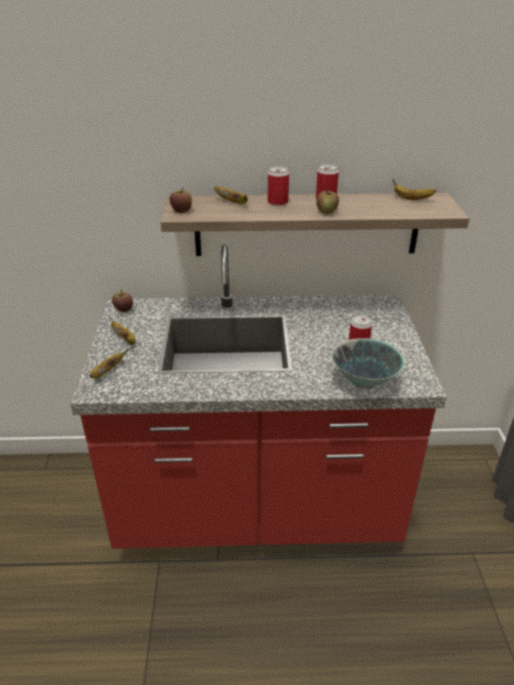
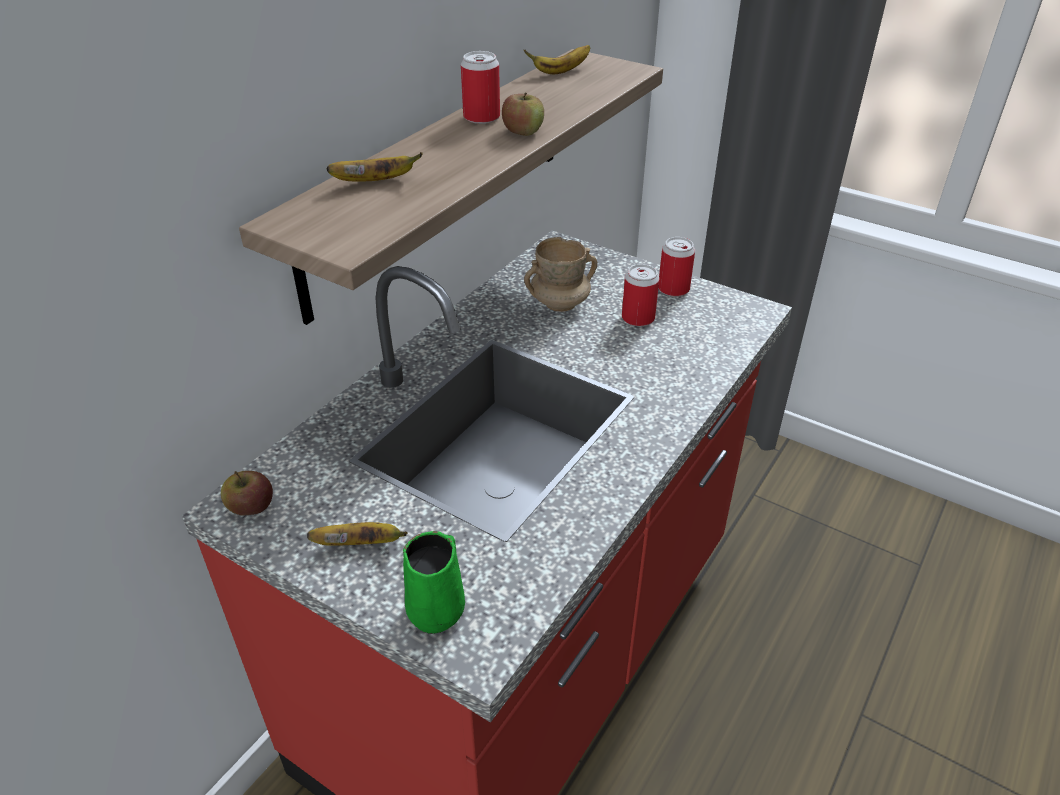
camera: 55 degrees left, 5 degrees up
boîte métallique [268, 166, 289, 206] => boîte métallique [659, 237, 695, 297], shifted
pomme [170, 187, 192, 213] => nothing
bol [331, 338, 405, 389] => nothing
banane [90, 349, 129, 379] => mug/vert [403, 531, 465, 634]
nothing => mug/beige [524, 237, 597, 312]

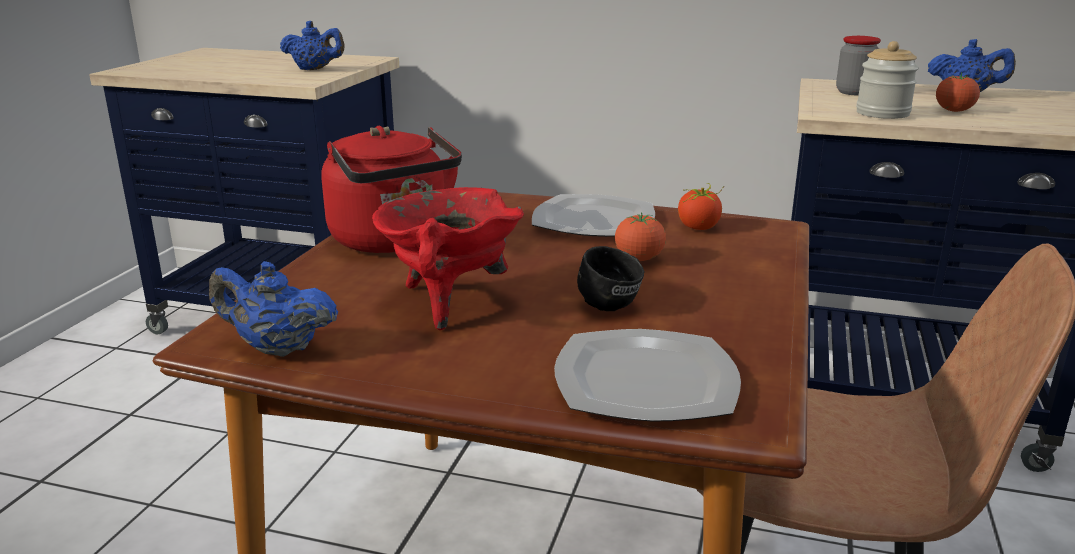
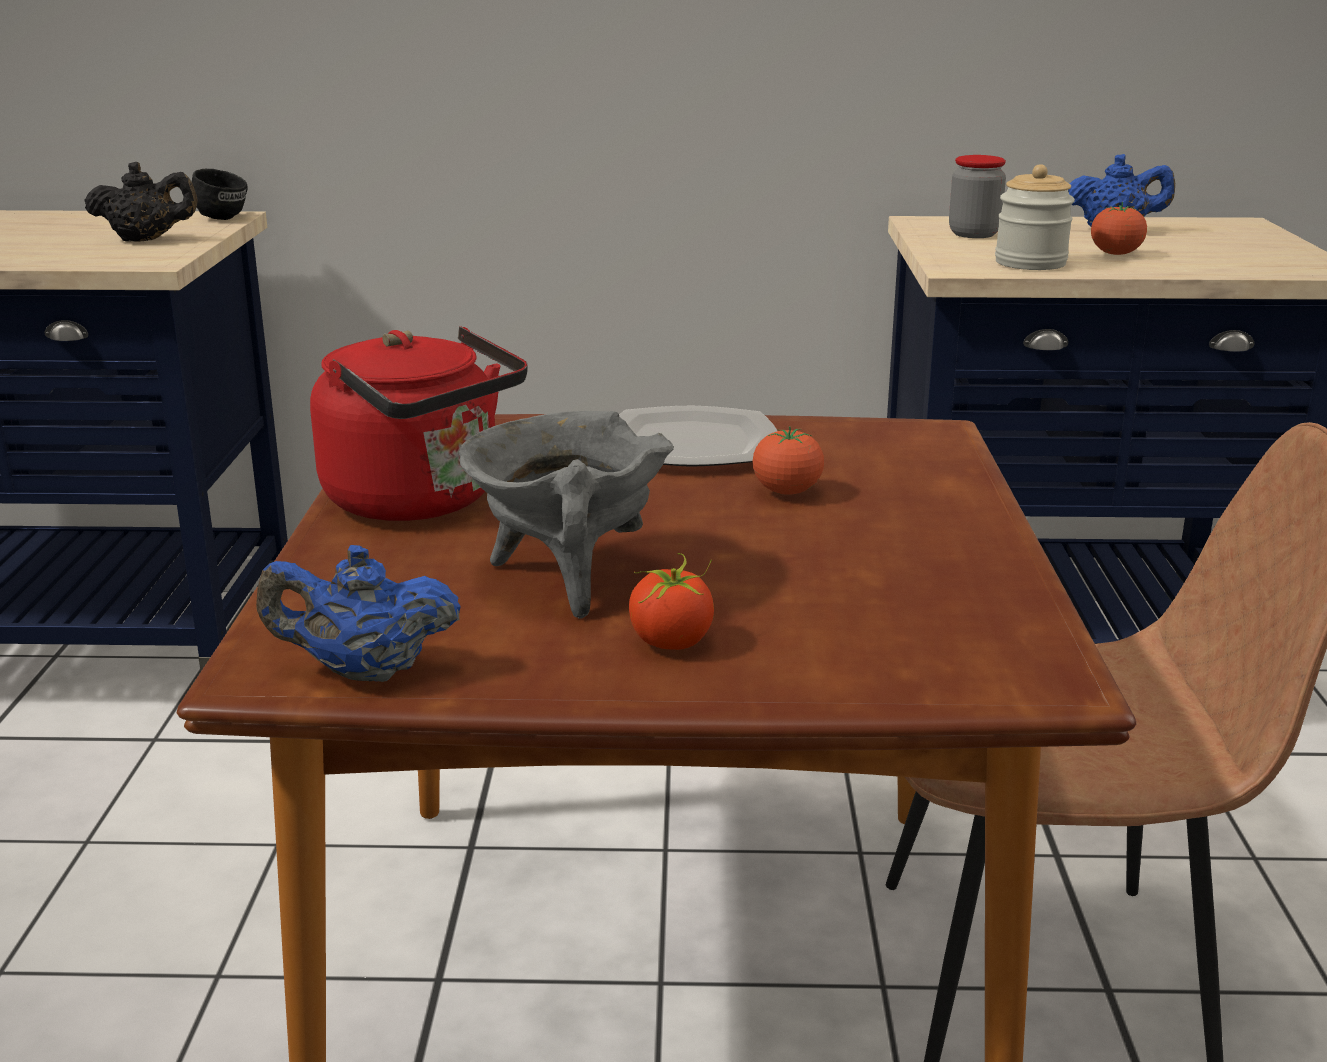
camera: 15 degrees left, 0 degrees up
théière/bleu [280, 21, 345, 70] => théière/noir [84, 162, 198, 242]
tomate [678, 183, 724, 230] => tomate [629, 553, 714, 650], shifted
marmite/rouge [372, 187, 524, 330] => marmite/gris [459, 411, 674, 619]
mug/noir [577, 246, 644, 311] => mug/noir [192, 169, 248, 220], shifted
assiette [554, 329, 741, 422] => nothing

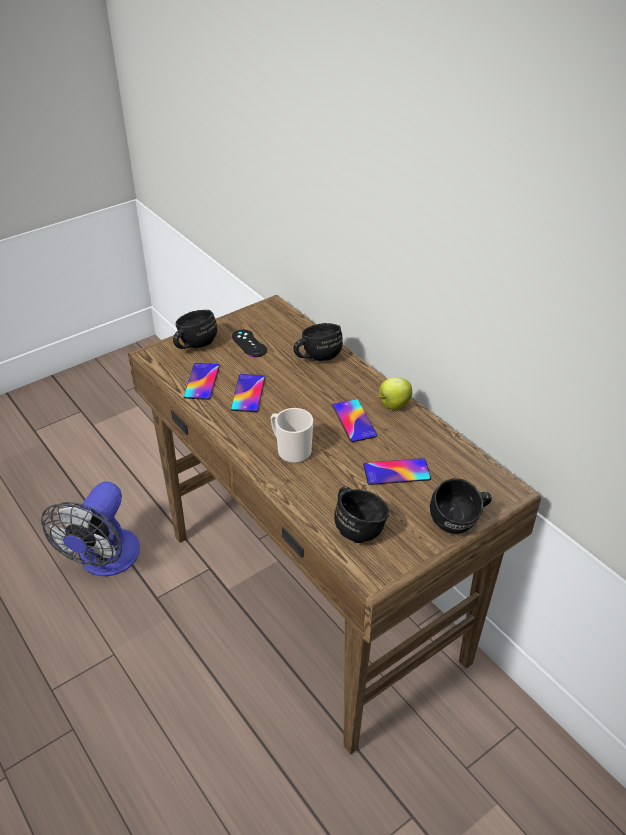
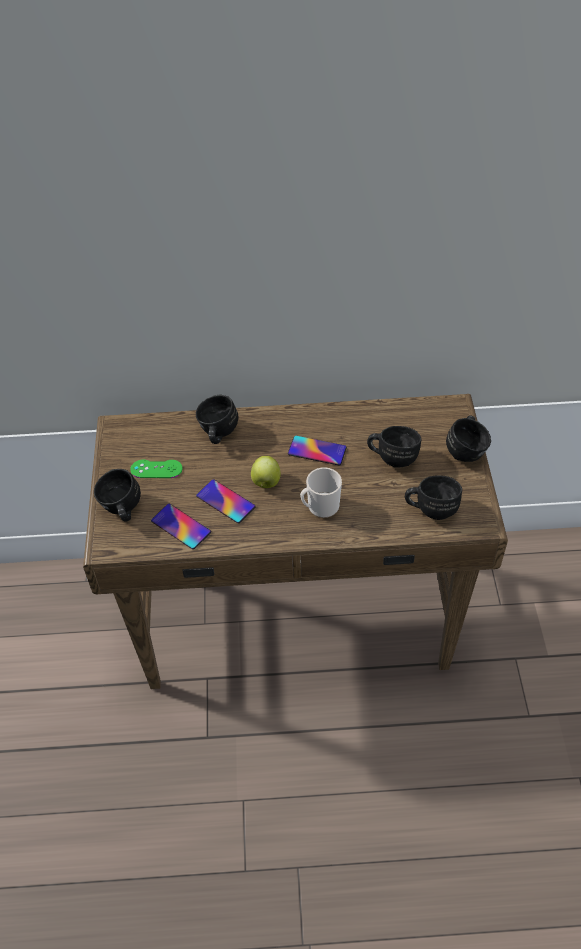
camera: 55 degrees left, 10 degrees up
manette/noir [232, 329, 267, 357] => manette/vert [130, 459, 182, 478]
pomme [378, 377, 412, 409] => pomme [251, 456, 281, 488], shifted
téléphone [364, 458, 431, 485] => mug/noir [367, 426, 422, 468]
ventilateur [41, 481, 140, 577] => nothing

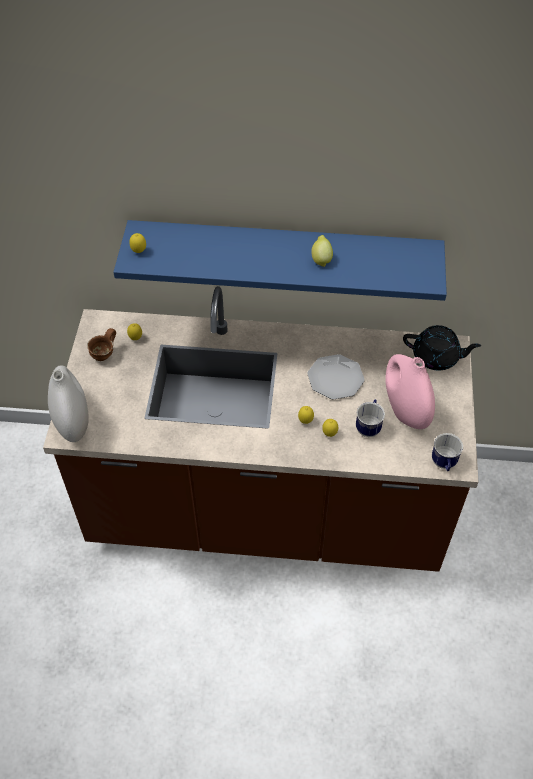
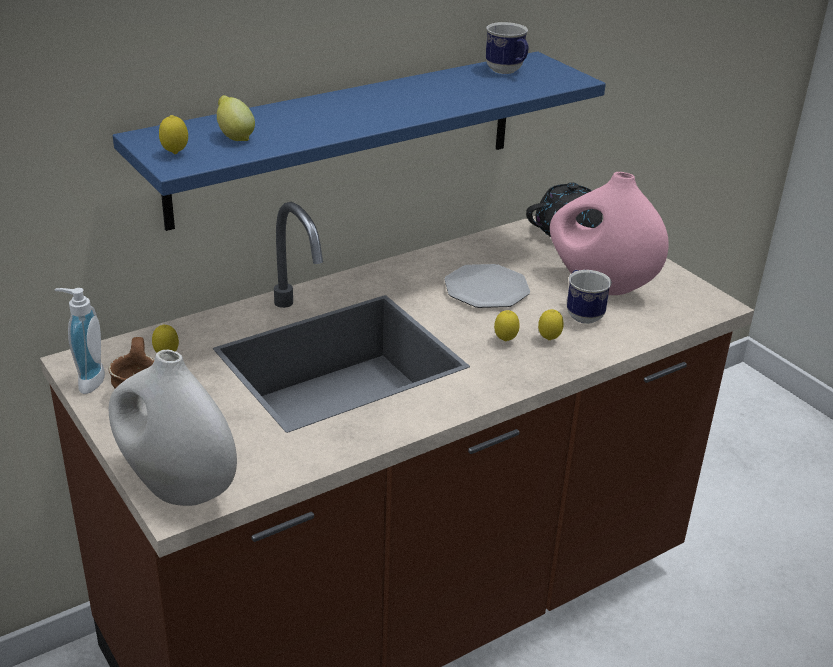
camera: 40 degrees left, 20 degrees down
citron [311, 235, 333, 267] => citron [217, 95, 255, 141], shifted
mug [432, 433, 463, 471] => mug [486, 22, 529, 74], shifted
nothing => distributeur de savon [55, 288, 105, 394]

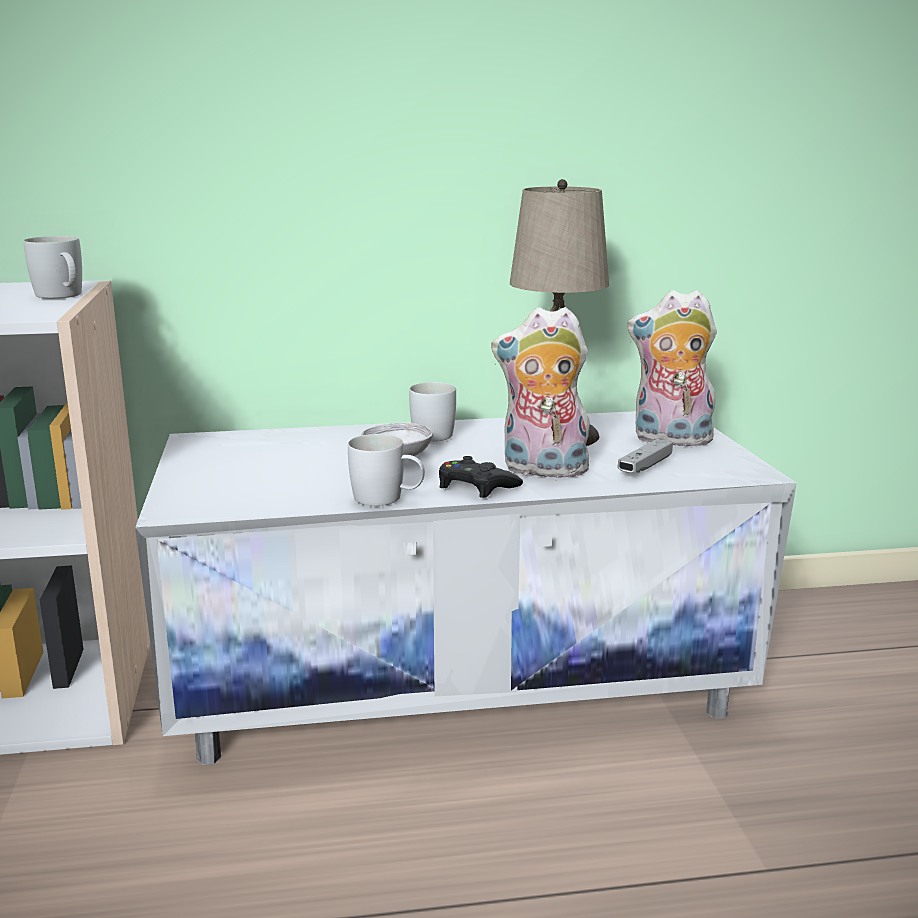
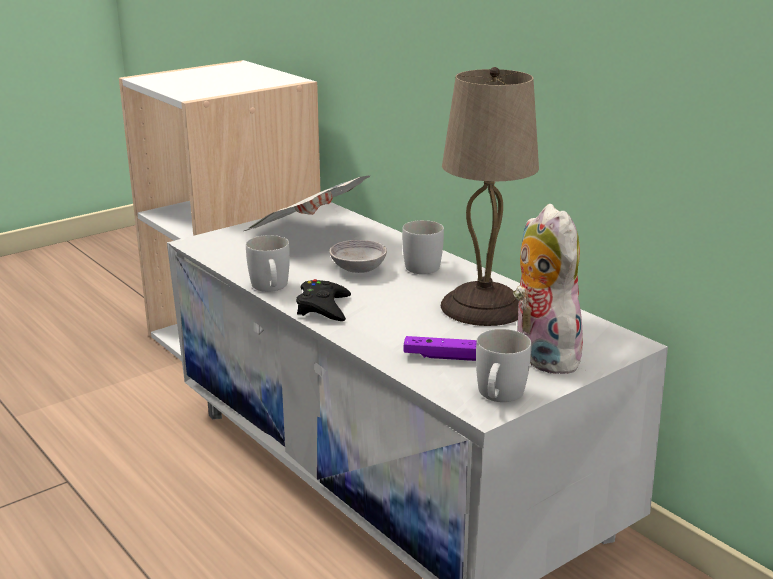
camera: 60 degrees right, 5 degrees up
mug/blanc [23, 236, 82, 299] => mug/blanc [476, 329, 531, 402], shifted
peluche [491, 307, 591, 479] => nothing
manette/gris [617, 439, 673, 473] => manette/violet [404, 336, 477, 361]
nothing => journal [244, 176, 370, 231]

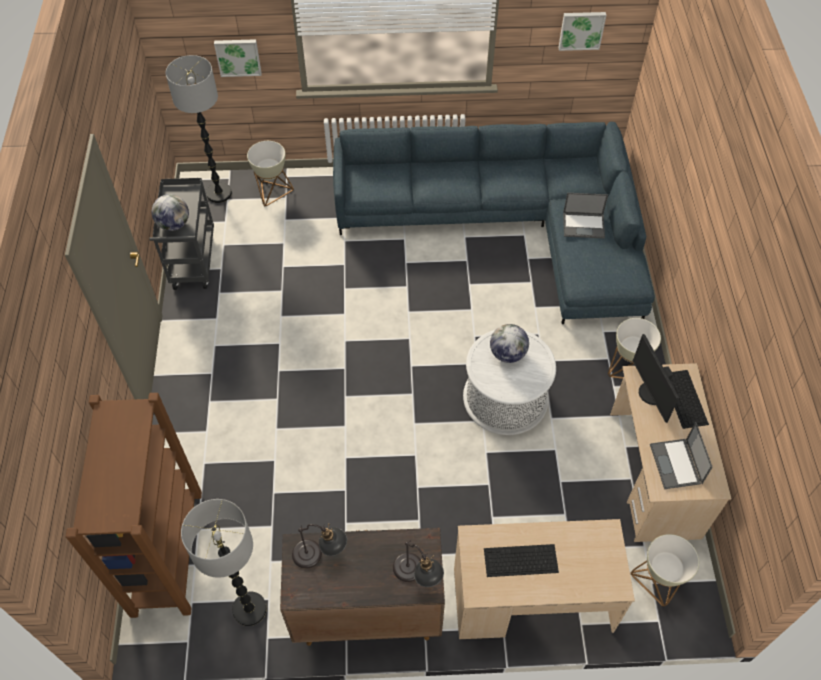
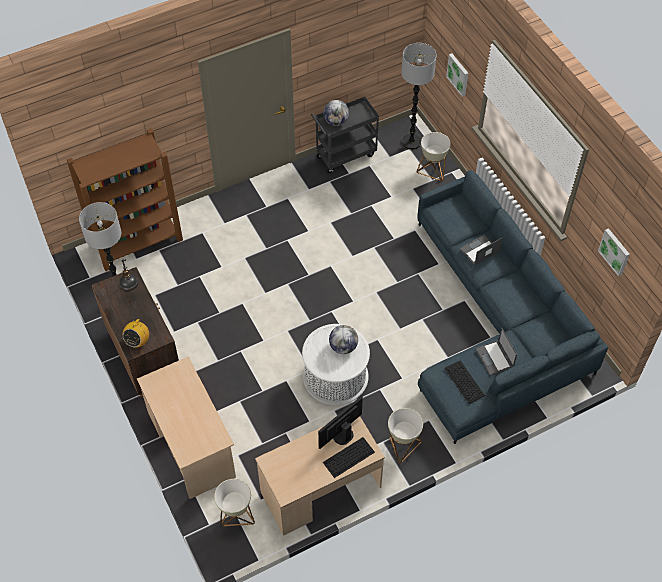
camera: 65 degrees right, 0 degrees up
ordinateur portable [650, 422, 713, 489] => ordinateur portable [460, 234, 503, 266], shifted
lampe de table/gris [393, 540, 444, 587] => radio [123, 319, 149, 348]
clavier [484, 544, 559, 577] => clavier [444, 360, 485, 404], shifted

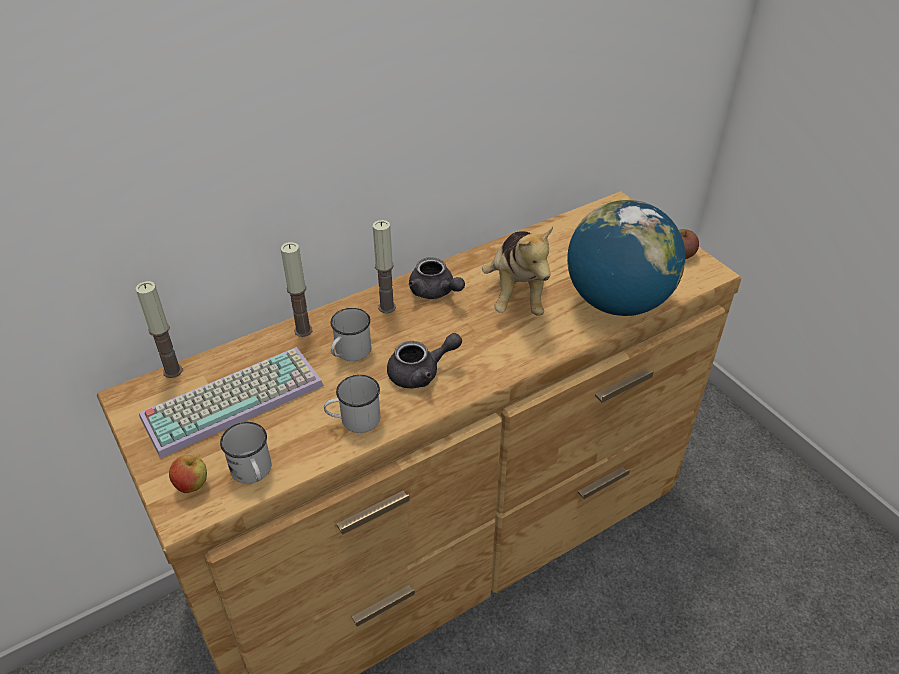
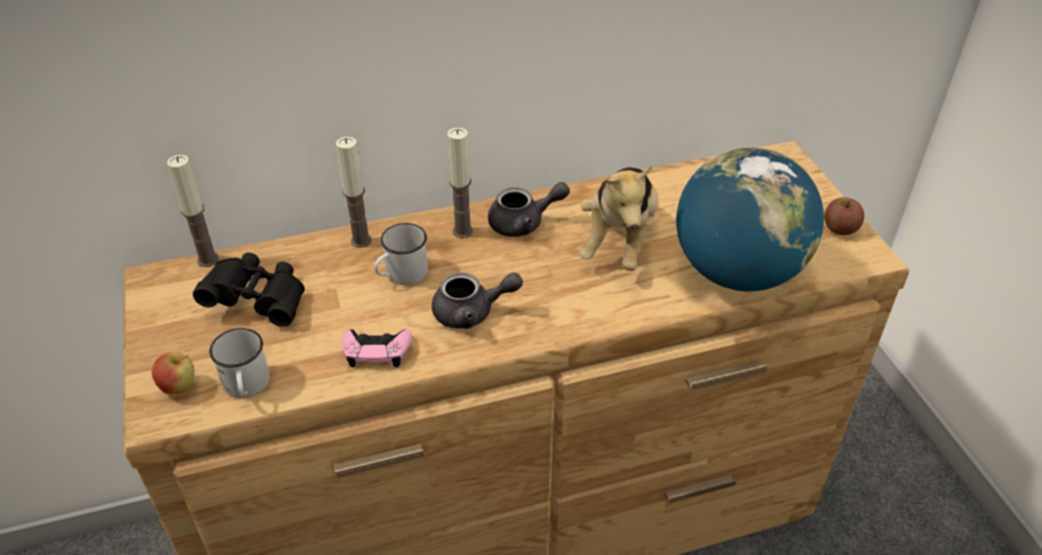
camera: 15 degrees right, 0 degrees up
théière/gris [409, 257, 465, 299] => théière/gris [488, 182, 570, 237], 75 degrees counterclockwise
clavier [139, 347, 324, 458] => jumelles/noir [193, 253, 305, 327]
mug/blanc [324, 375, 380, 433] => manette/rose [342, 329, 412, 367]

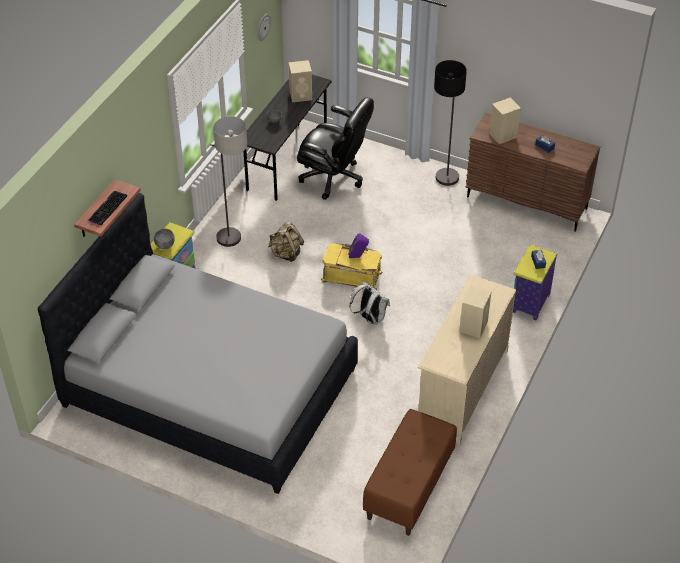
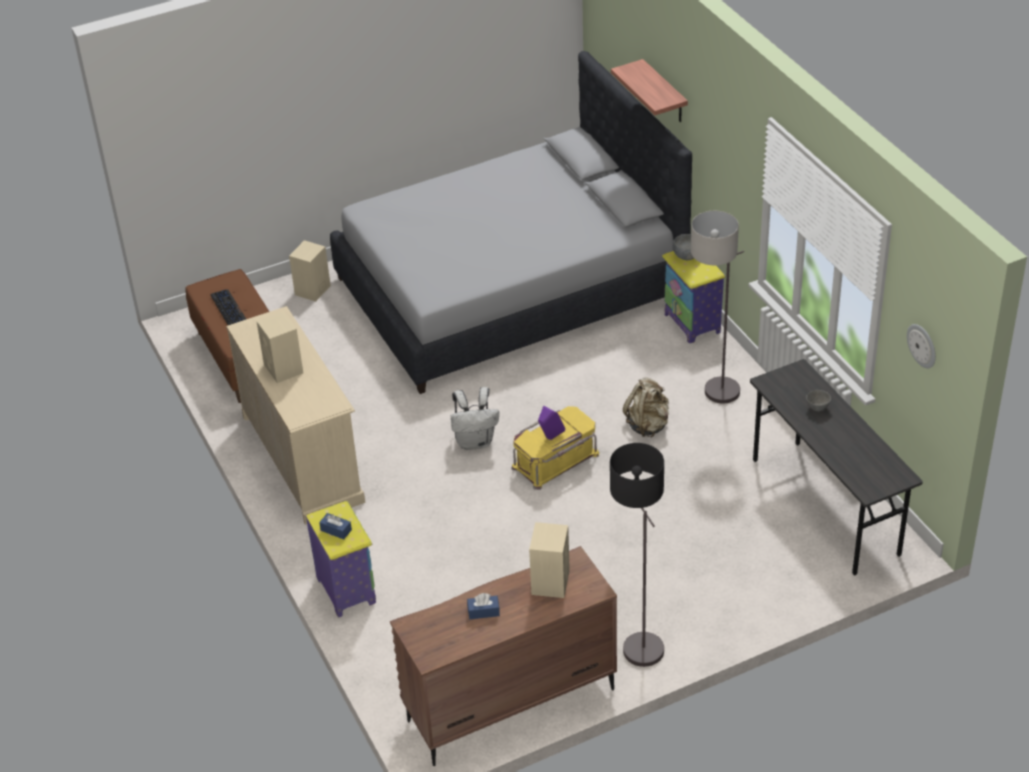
camera: 130 degrees right, 5 degrees down
enceinte/beige [288, 60, 312, 102] => enceinte/beige [289, 240, 331, 302], shifted
chaise de bureau/noir [297, 97, 374, 200] => nothing
clavier [88, 191, 127, 225] => clavier [210, 289, 246, 325], shifted

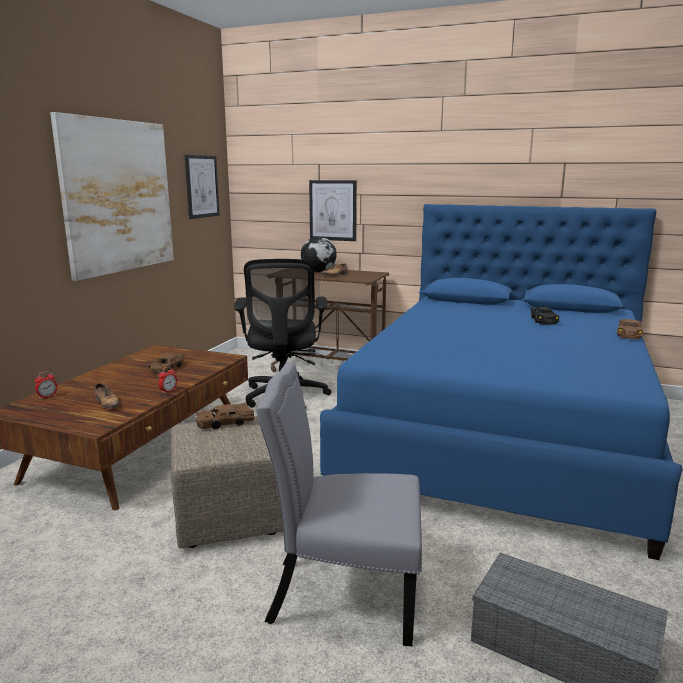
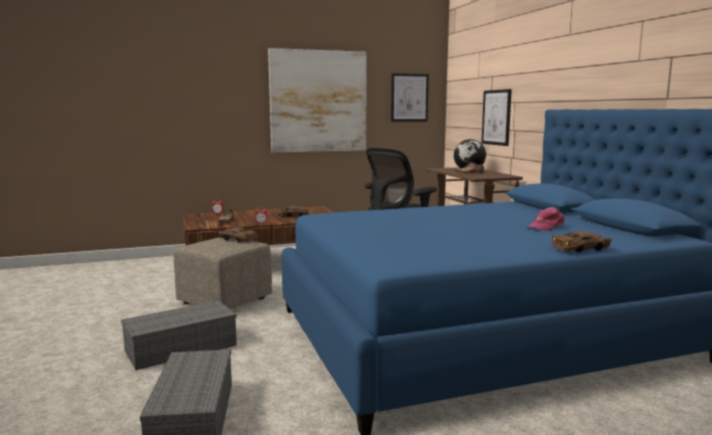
camera: 50 degrees right, 5 degrees down
petite voiture/noir [530, 307, 560, 325] => casquette/rose [528, 207, 565, 231]
chaise/gris [256, 362, 422, 646] => boîte de rangement/gris [121, 301, 237, 370]

